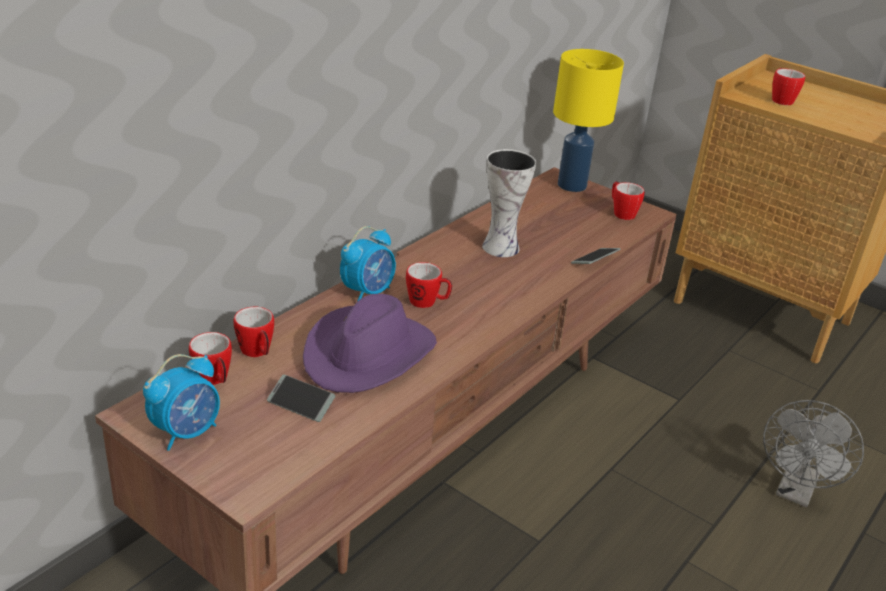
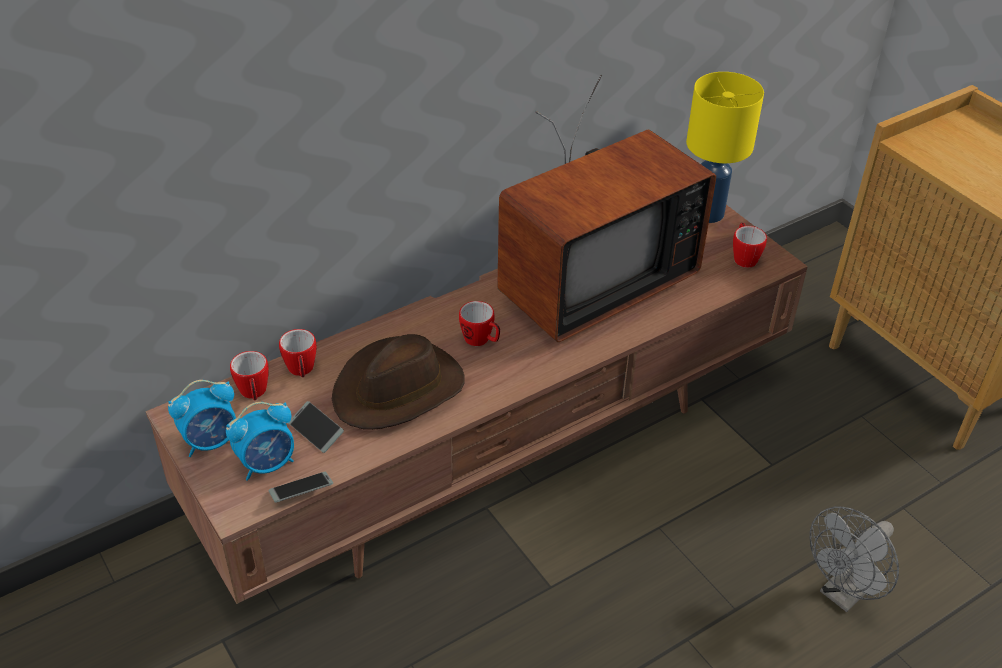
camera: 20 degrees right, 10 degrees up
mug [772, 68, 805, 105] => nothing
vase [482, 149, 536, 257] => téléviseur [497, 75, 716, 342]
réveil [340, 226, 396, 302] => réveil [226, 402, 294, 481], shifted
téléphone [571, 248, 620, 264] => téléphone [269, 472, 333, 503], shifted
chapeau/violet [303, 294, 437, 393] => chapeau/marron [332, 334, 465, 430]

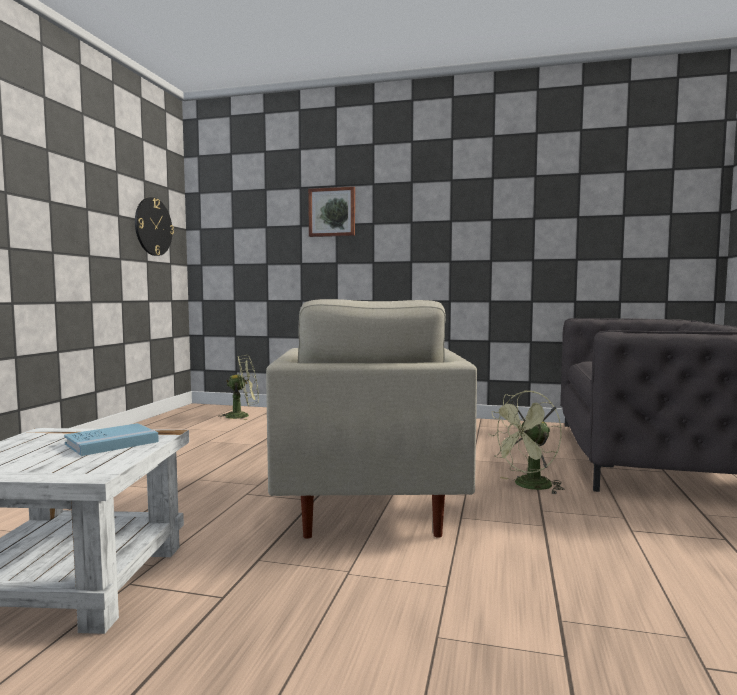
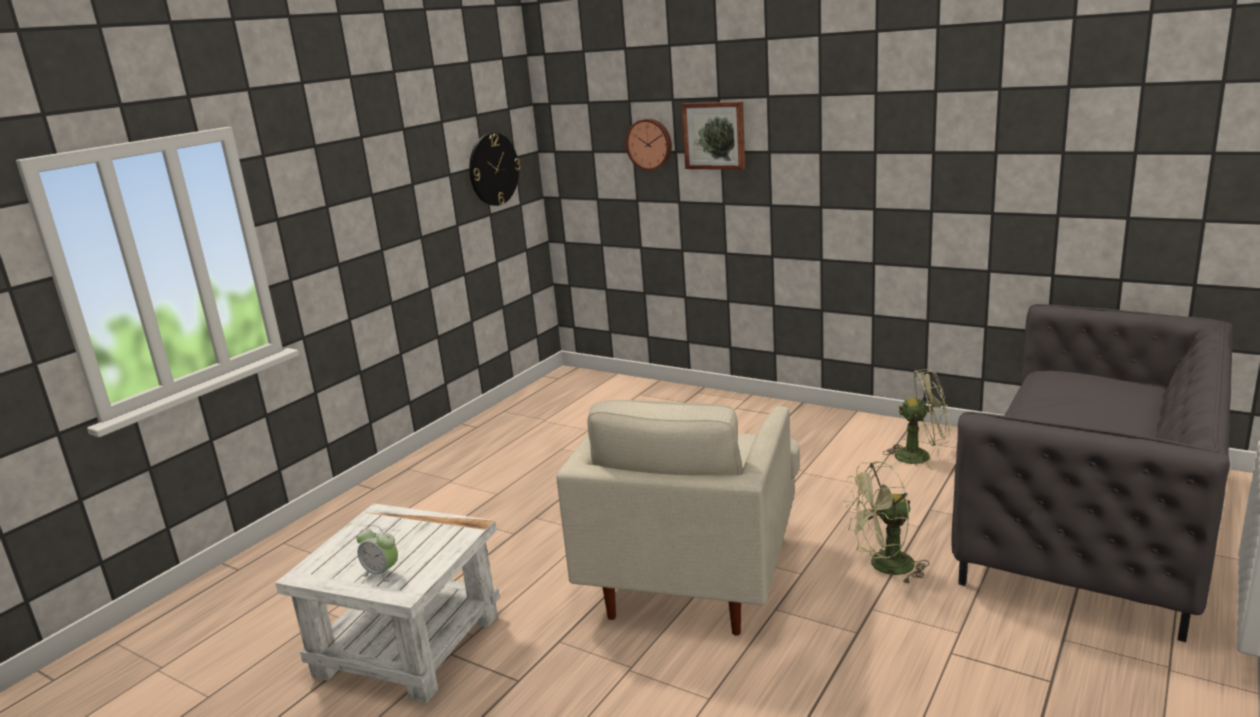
camera: 20 degrees right, 15 degrees up
ventilateur/vert [219, 355, 259, 420] => ventilateur/vert [883, 369, 951, 470], shifted
livre/bleu [64, 423, 159, 456] => nothing
nothing => horloge murale [625, 119, 672, 171]
nothing => réveil [357, 525, 398, 582]

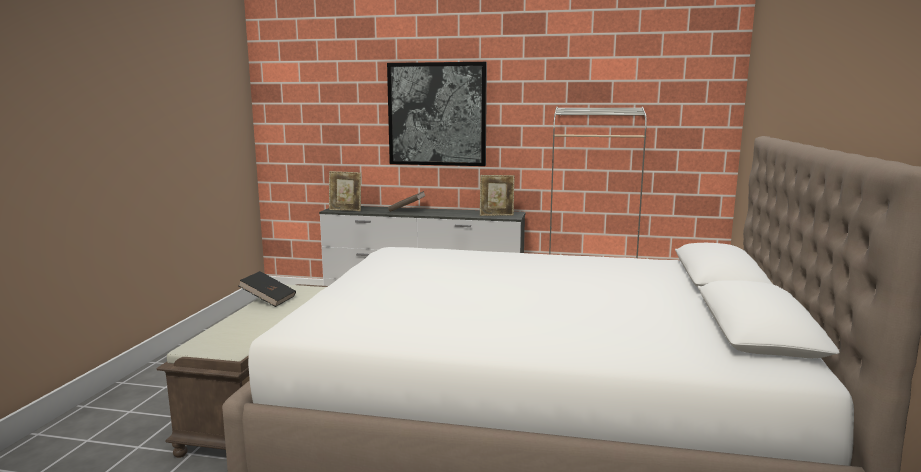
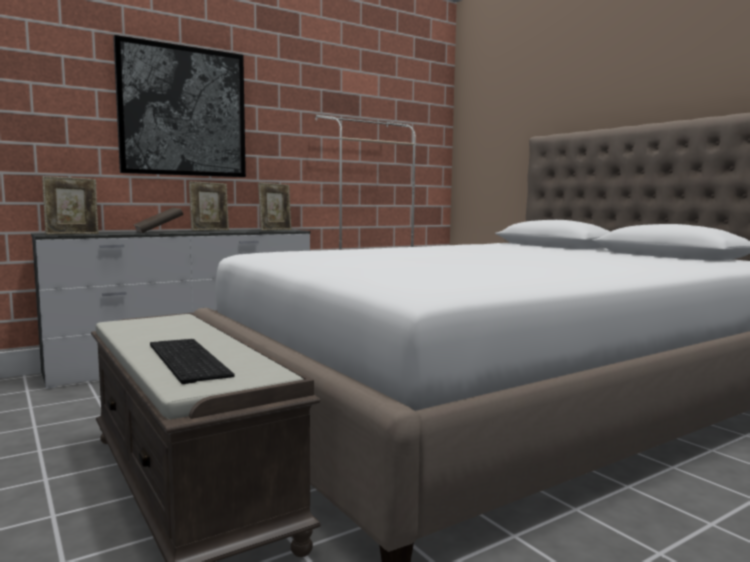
camera: 45 degrees left, 5 degrees down
livre/noir [239, 271, 296, 307] => nothing
nothing => cadre photo [189, 181, 229, 231]
nothing => clavier [150, 339, 235, 384]

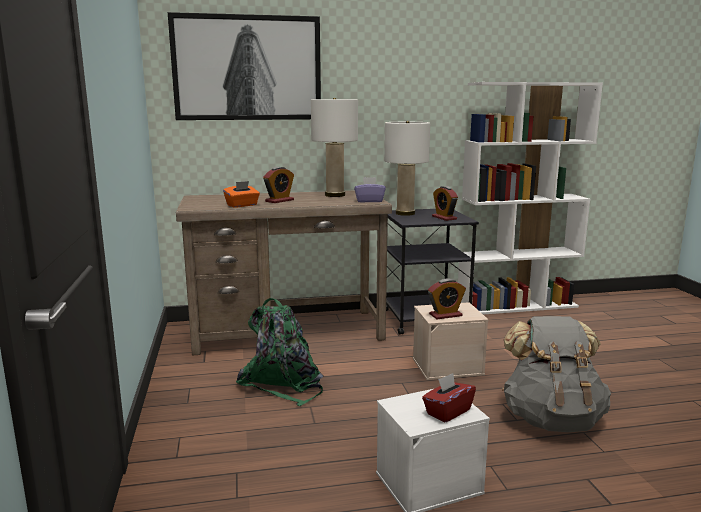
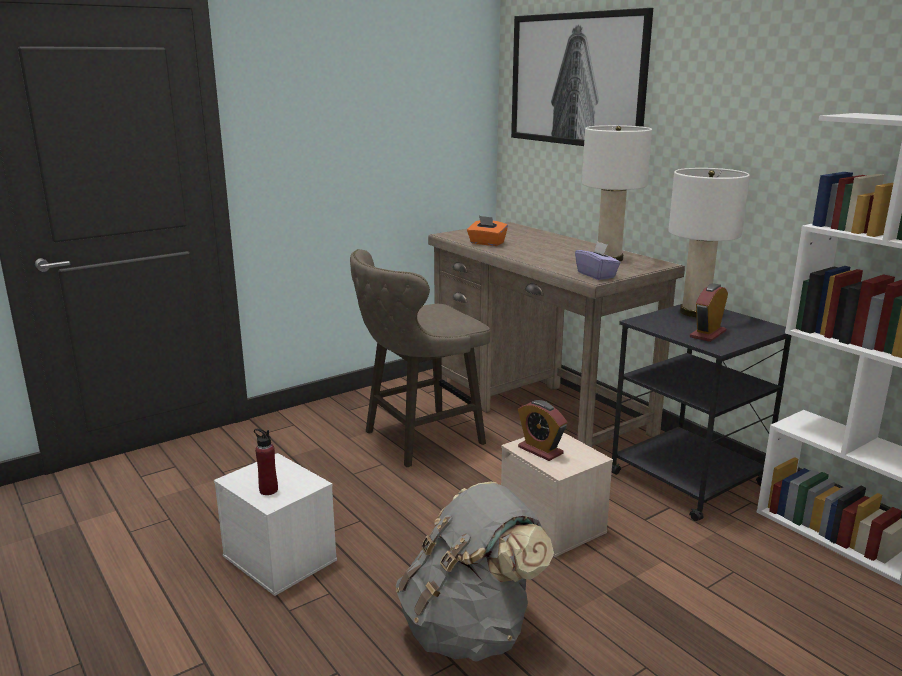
camera: 65 degrees right, 5 degrees up
réveil [263, 167, 294, 203] => nothing
sac à dos/vert [236, 298, 324, 406] => tabouret/beige [350, 249, 491, 467]
boîte à mouchoirs/rouge [422, 373, 476, 423] => bouteille/rouge [254, 429, 278, 495]

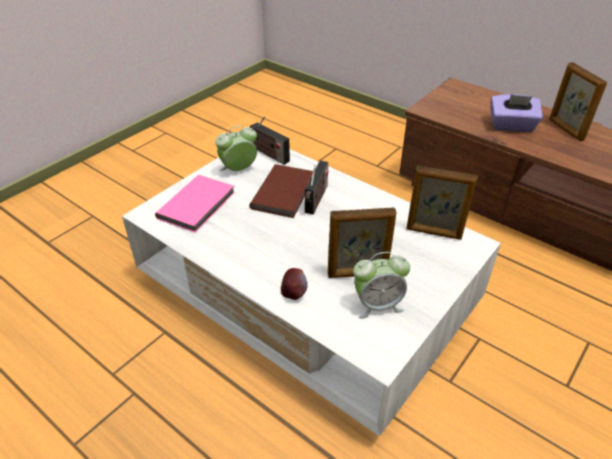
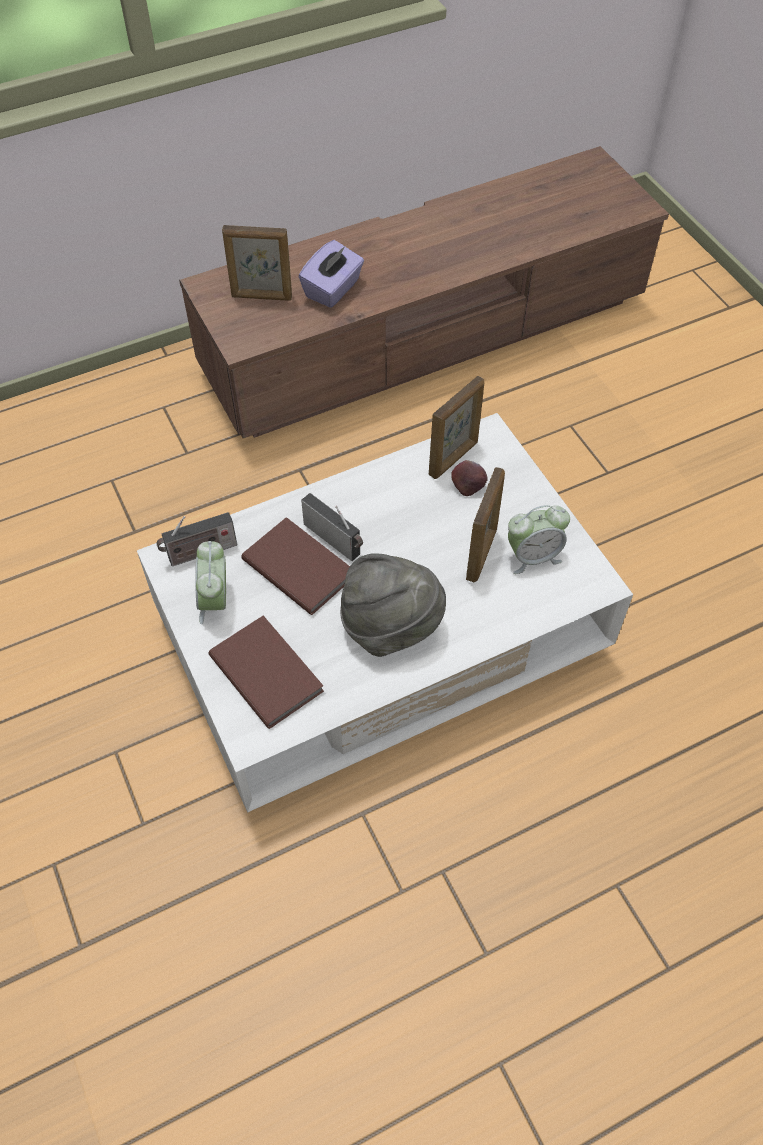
camera: 65 degrees left, 15 degrees up
cadre photo [549, 62, 607, 141] => cadre photo [222, 225, 292, 301], shifted
livre/rose [155, 175, 235, 233] => livre/marron [209, 615, 324, 729]
réveil [353, 252, 410, 318] => réveil [508, 505, 570, 574], 60 degrees clockwise
pomme [281, 268, 308, 300] => pomme [451, 460, 488, 496], shifted
nothing => chapeau/gris [340, 553, 446, 657]

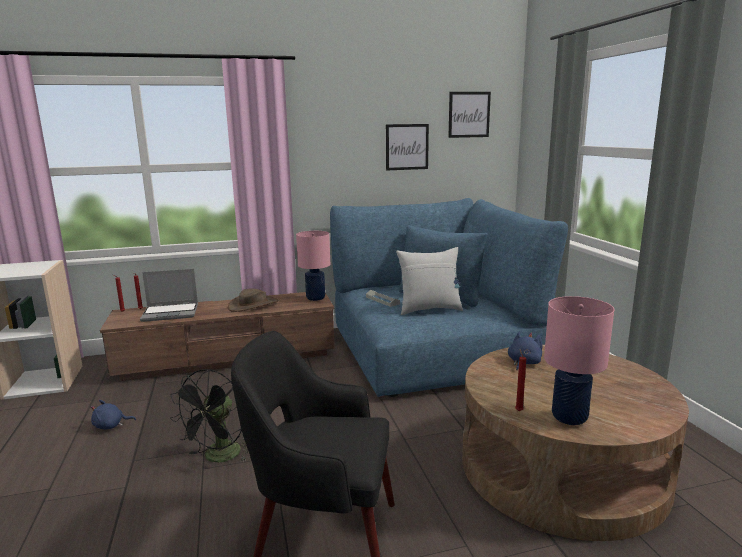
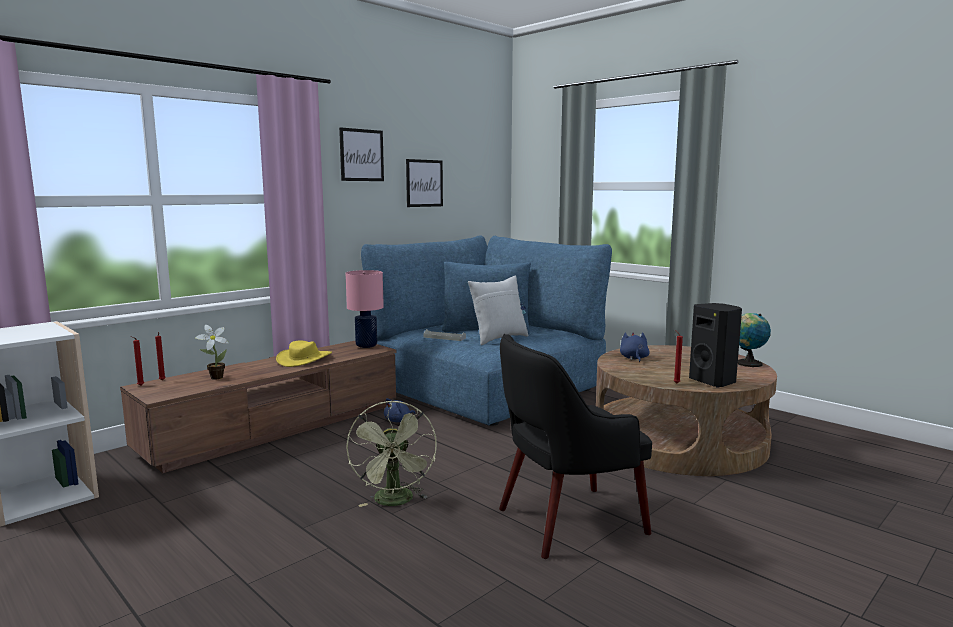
camera: 30 degrees left, 5 degrees down
tableau [448, 92, 491, 138] => tableau [339, 127, 384, 181], shifted
ordinateur portable [140, 269, 198, 322] => plante en pot [195, 325, 229, 380]
chapeau/marron [228, 288, 279, 312] => chapeau/jaune [276, 340, 332, 367]
lampe de table/rose [544, 296, 614, 425] => enceinte/noir [689, 303, 742, 388]
ventilateur/noir [170, 369, 249, 462] => ventilateur/vert [346, 401, 437, 507]
peluche/bleu [91, 400, 136, 430] => peluche/bleu [384, 398, 415, 422], shifted
nothing => globe [738, 313, 771, 367]

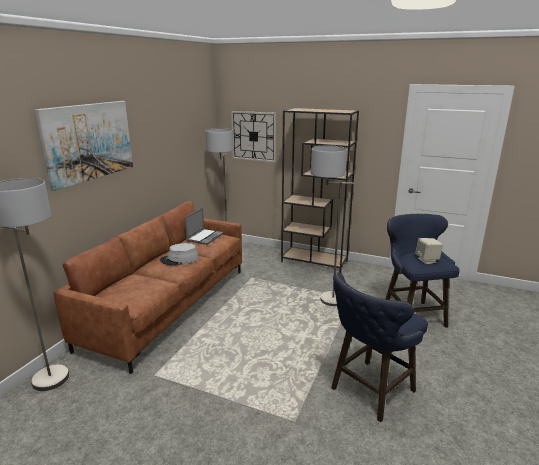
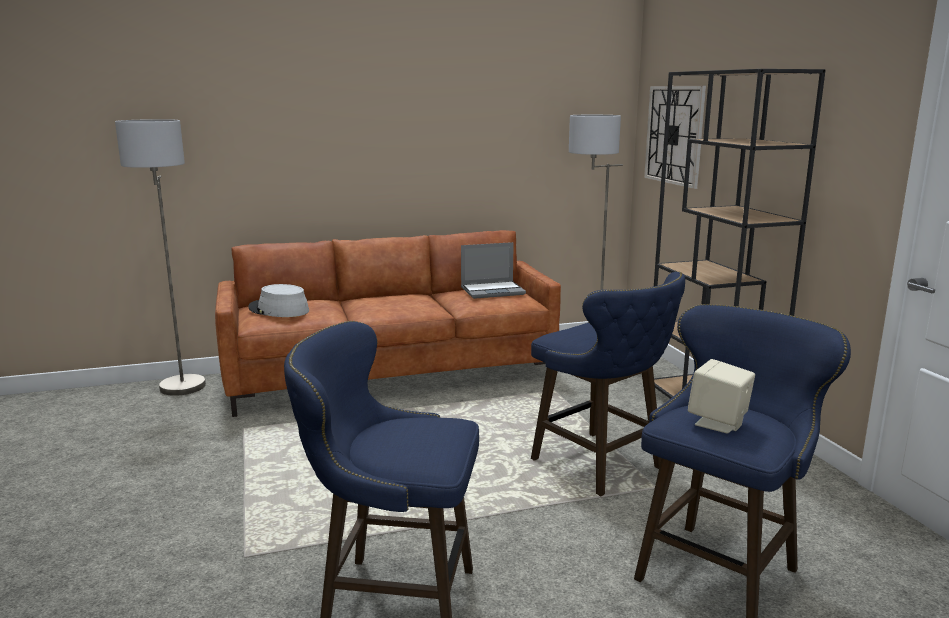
camera: 50 degrees right, 5 degrees down
tableau [35, 101, 133, 191] => nothing
lampadaire/gris [311, 145, 354, 306] => tabouret/bleu [531, 272, 685, 497]
chapeau/gris [160, 243, 199, 266] => chapeau/gris [248, 284, 309, 317], shifted

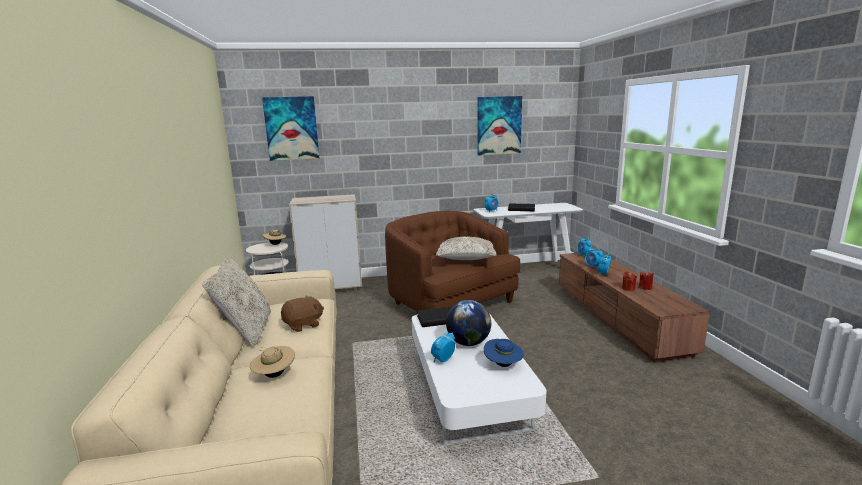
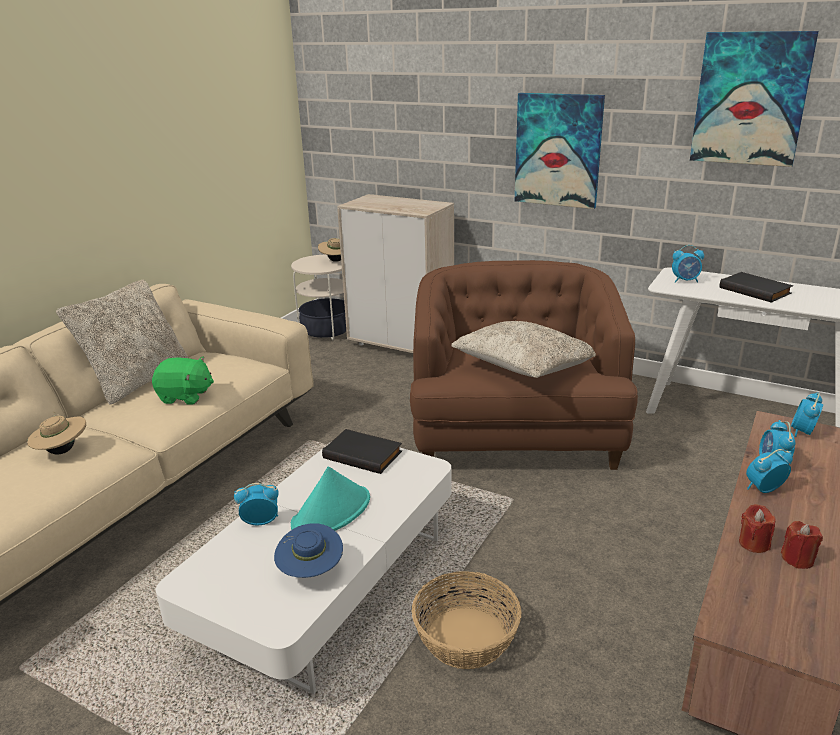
camera: 40 degrees right, 10 degrees up
tableau [262, 96, 319, 161] => tableau [515, 93, 605, 209], shifted
peluche/marron [281, 295, 324, 332] => peluche/vert [152, 356, 214, 404]
globe [446, 300, 491, 346] => chapeau/turquoise [291, 466, 370, 531]
nothing => panier [412, 571, 522, 669]

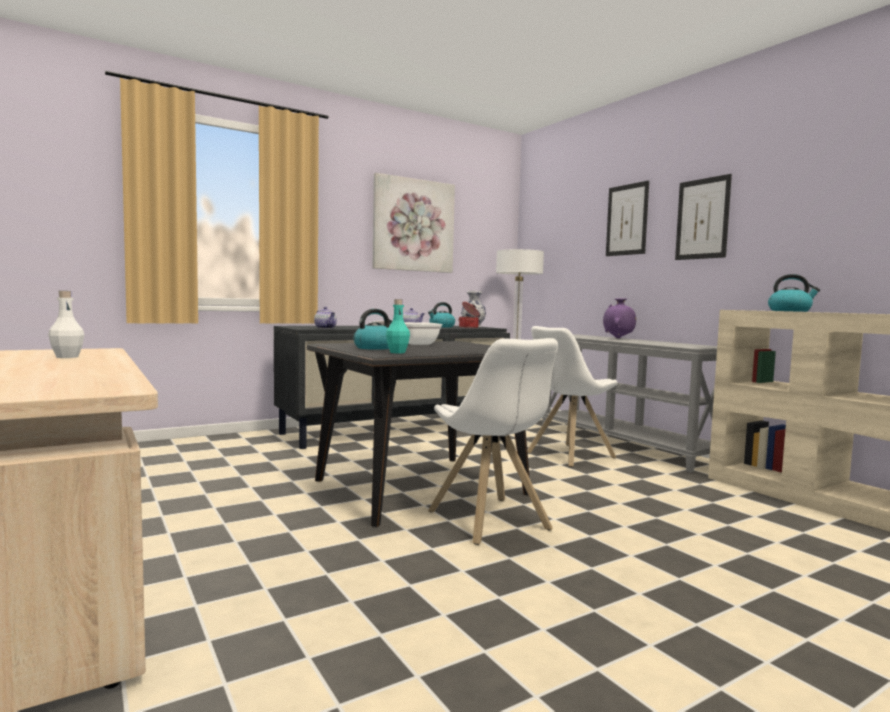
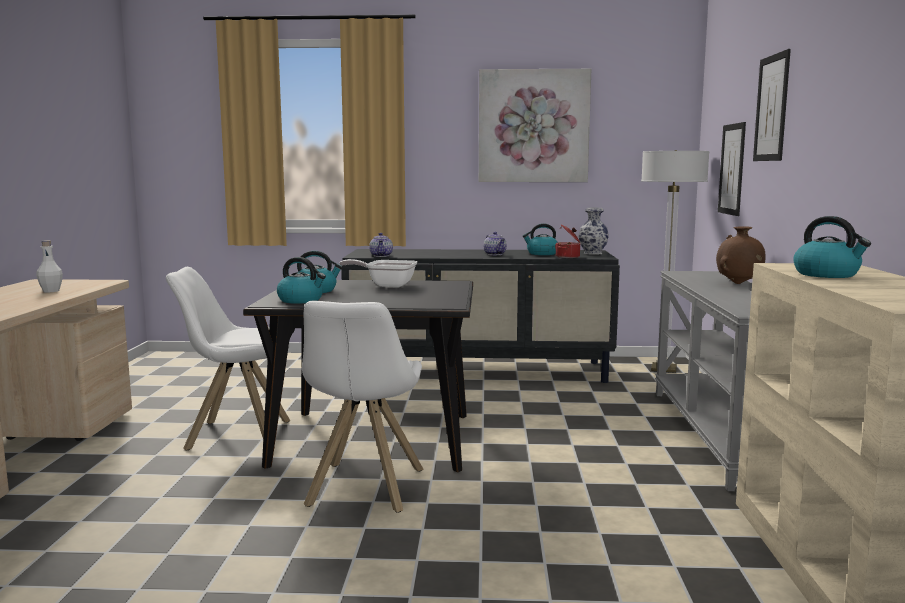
camera: 35 degrees right, 5 degrees up
tableau [675, 174, 732, 260] => tableau [718, 122, 746, 216], shifted
vase/violet [603, 298, 636, 338] => vase/marron [716, 226, 766, 284]
bouteille/turquoise [386, 299, 410, 353] => bouilloire [277, 257, 326, 304]
chaise/blanc [527, 326, 617, 467] => chaise/blanc [166, 267, 290, 450], shifted

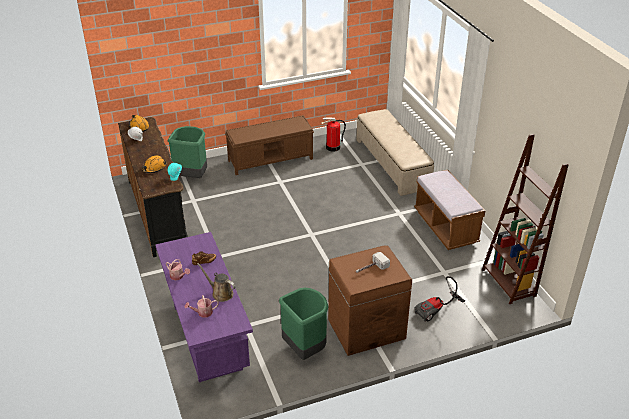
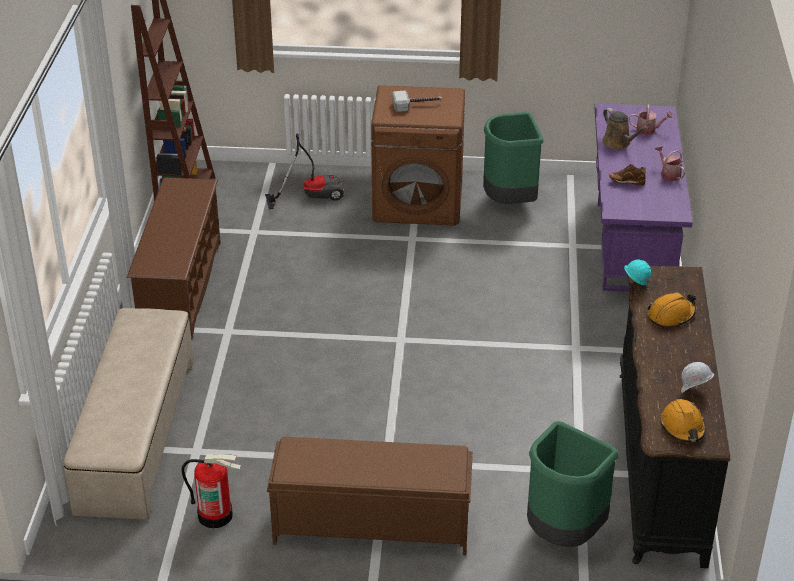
camera: 155 degrees left, 0 degrees up
banc/marron [414, 170, 485, 250] => étagère à chaussures/marron [127, 177, 221, 340]

